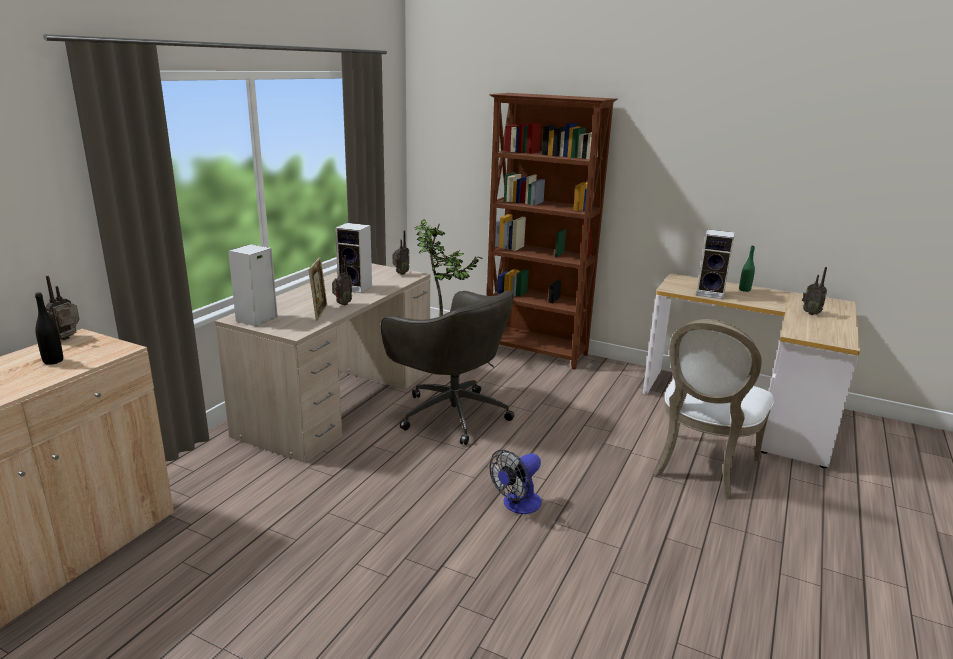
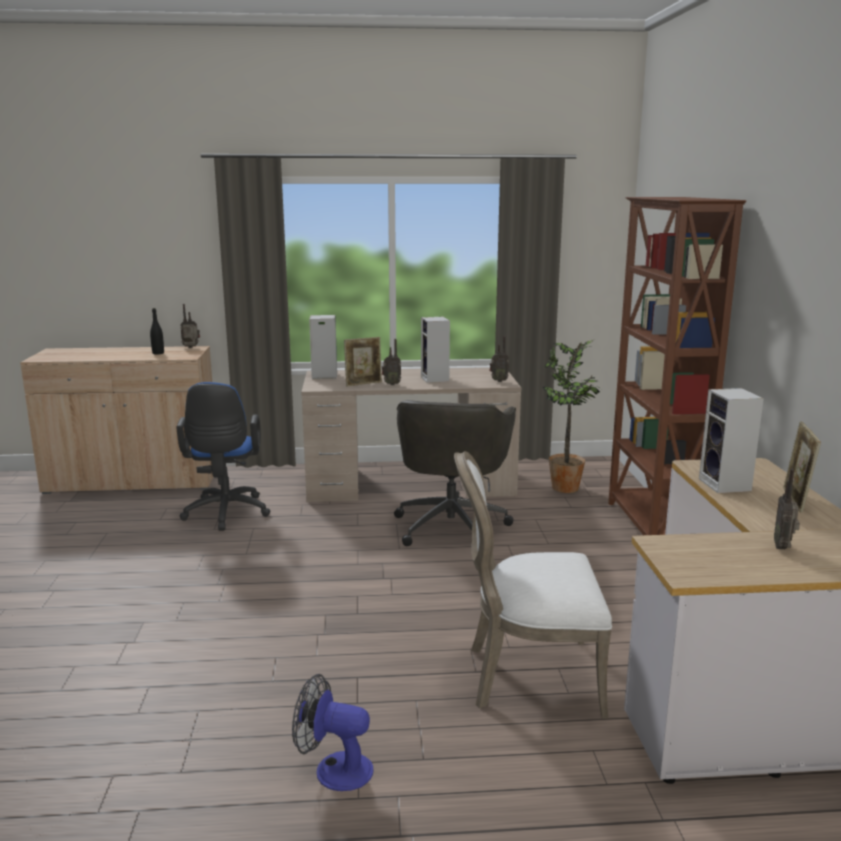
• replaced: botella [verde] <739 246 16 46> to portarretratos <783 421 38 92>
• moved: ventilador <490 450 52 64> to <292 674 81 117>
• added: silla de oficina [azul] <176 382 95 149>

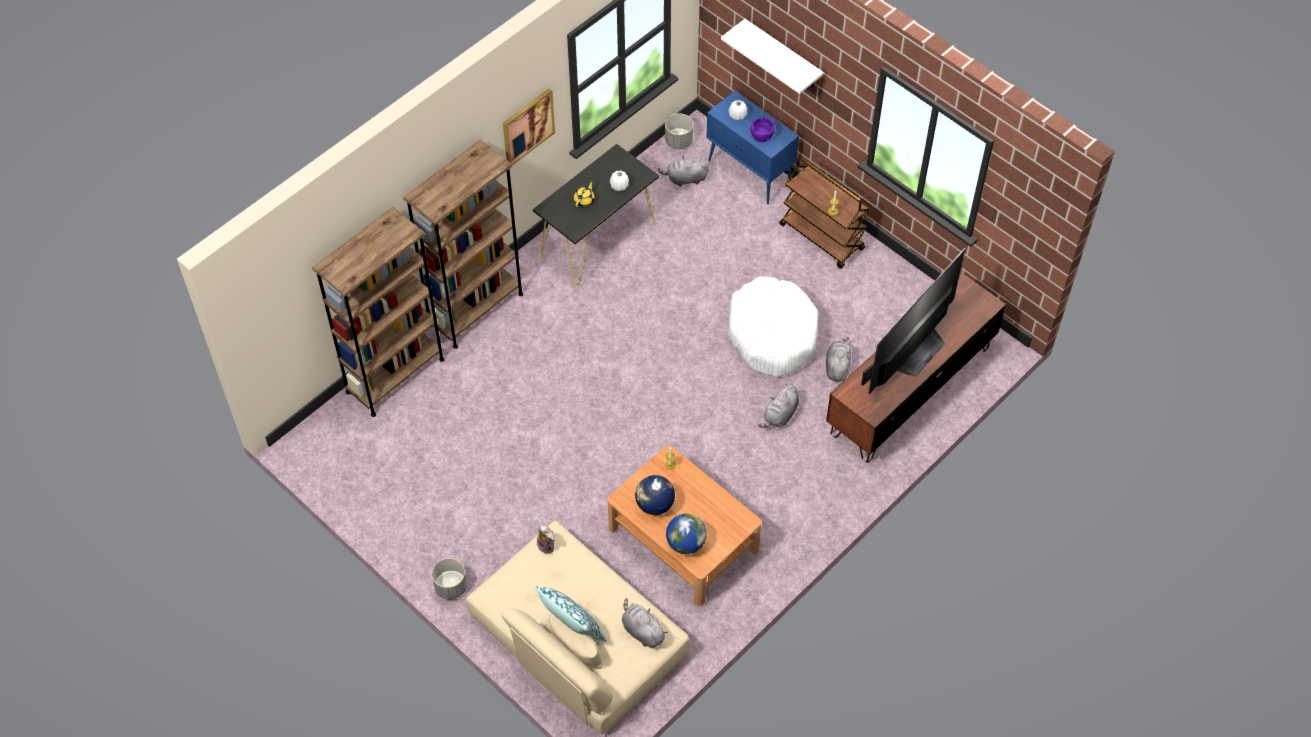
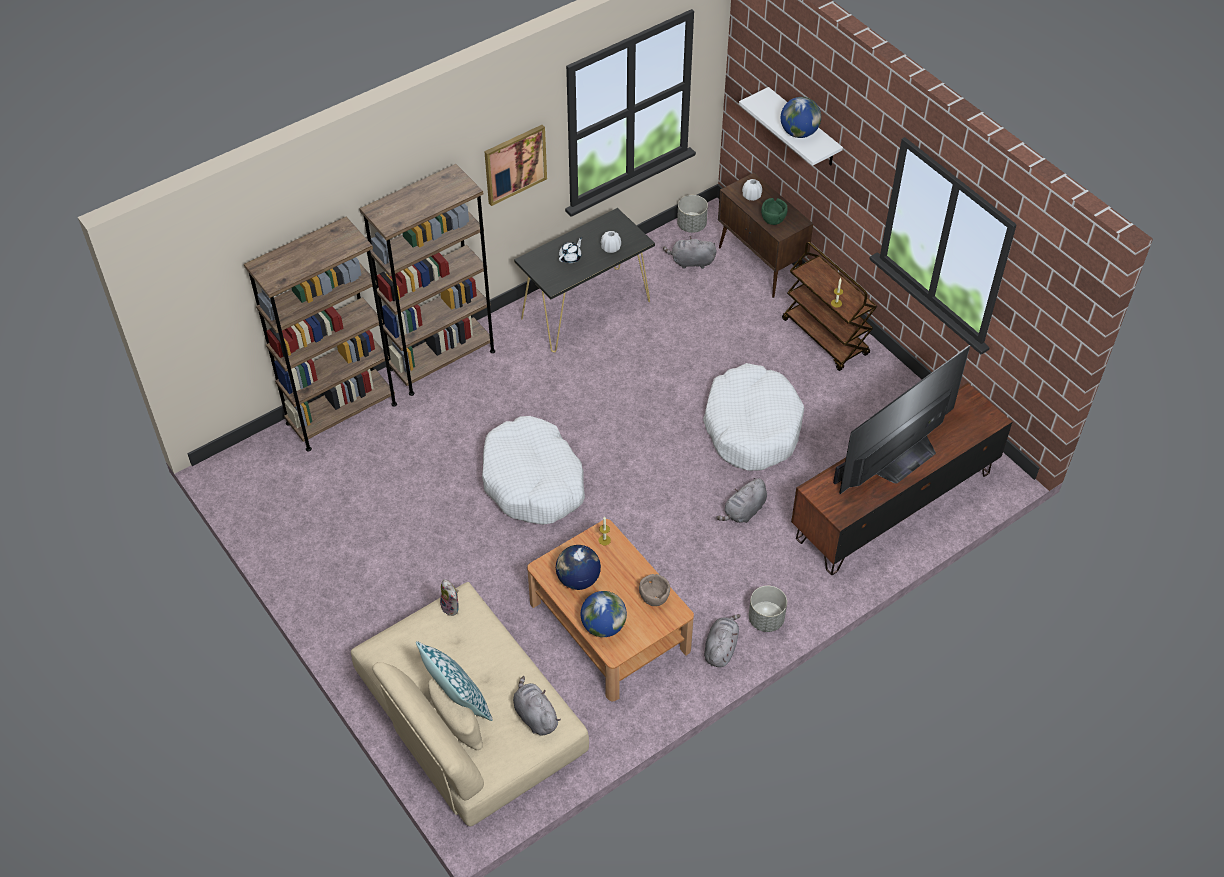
• recoloured: armario [azul] <706 91 93 114> to armario [marrón] <718 173 95 125>
• recoloured: cuenco [morado] <751 117 24 25> to cuenco [verde] <761 198 27 27>
• recoloured: tetera [amarillo] <574 180 21 27> to tetera [blanco] <559 237 23 26>
• moved: peluche [gris] <826 337 26 45> to <704 614 37 53>
• moved: maceta [gris] <432 558 35 42> to <749 586 38 46>
• added: globo terráqueo <781 97 40 41>
• added: cama para perro [blanco] <482 416 103 109>
• added: cuenco [marrón] <639 574 31 32>

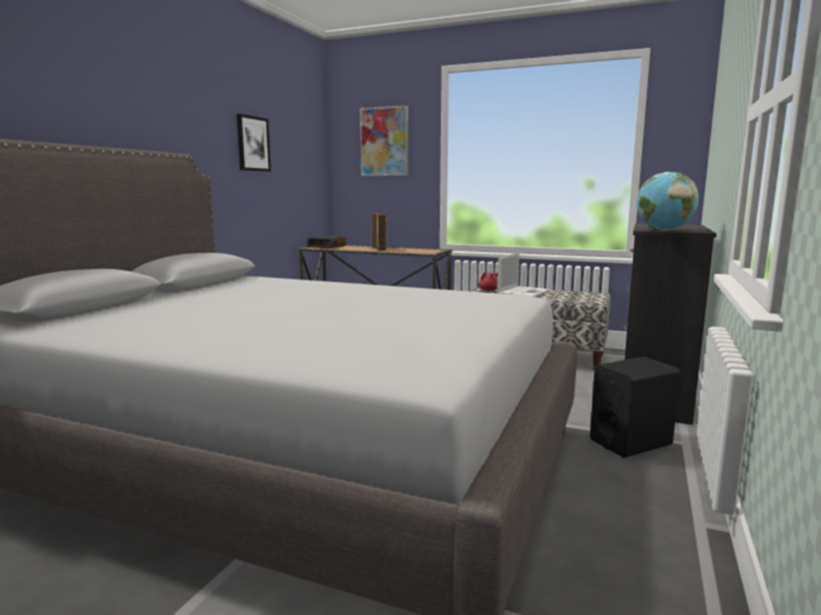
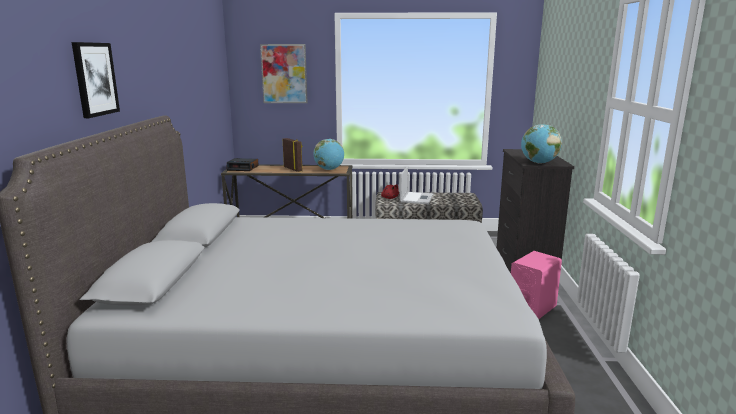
• moved: cuadro <237 114 34 58> to <72 42 48 76>
• recoloured: altavoz [negro] <590 356 90 102> to altavoz [rosa] <511 251 51 68>
• added: globo terráqueo <314 139 30 31>

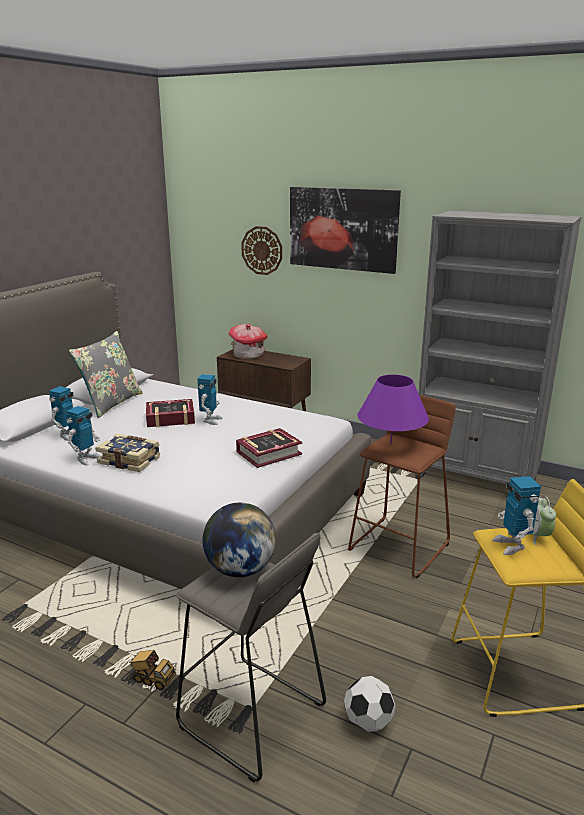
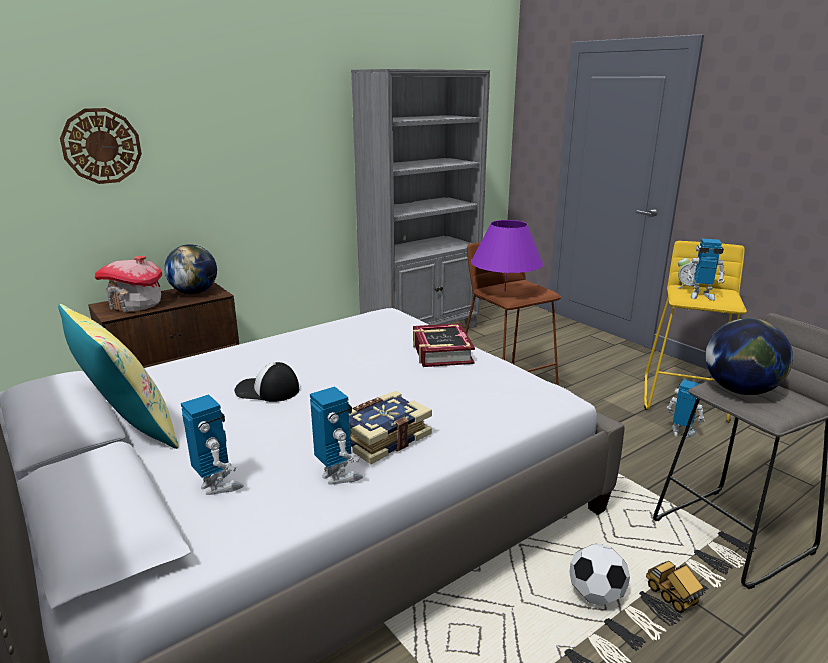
• removed: cuadro <290 187 111 87>
• recoloured: cojín [gris] <69 331 74 87> to cojín [amarillo] <58 304 121 145>
• moved: robot de juguete <197 374 26 51> to <667 380 38 58>
• replaced: libro <146 399 49 28> to gorra <234 362 65 40>
• turned: camión de juguete <129 650 47 40> = <646 561 59 52> 75 degrees counterclockwise
• moved: balón de fútbol <344 676 52 56> to <569 544 61 62>
• added: globo terráqueo <164 245 53 49>

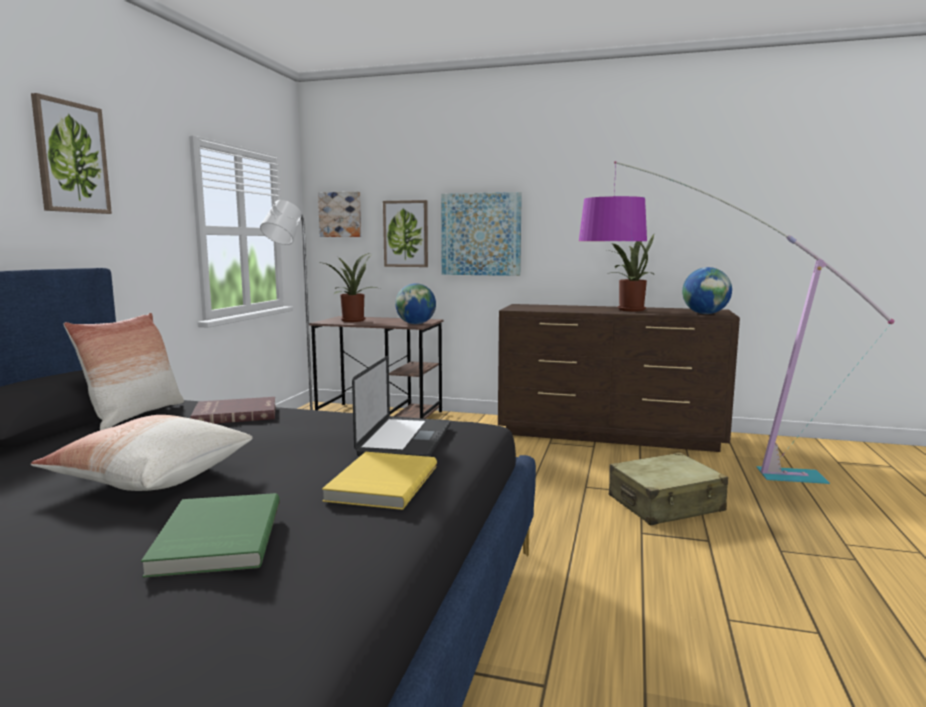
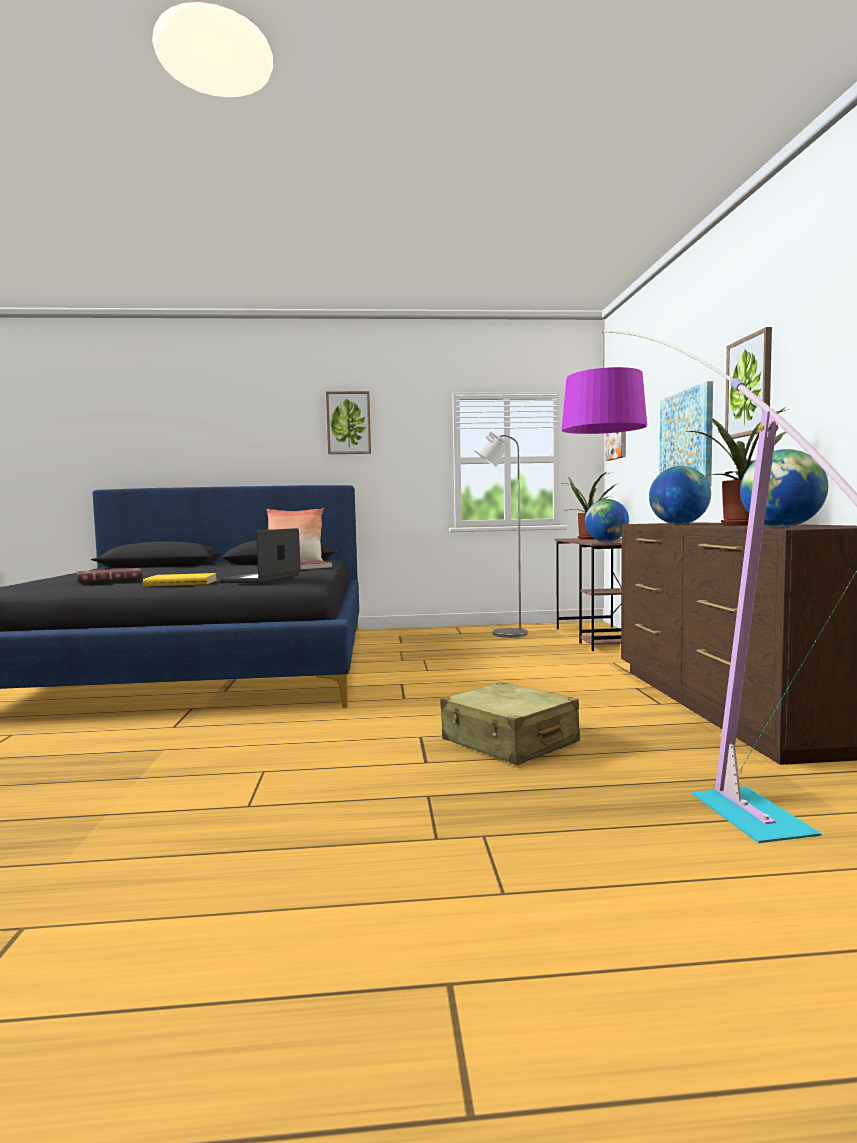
• moved: cuadro <383 200 45 67> to <725 327 47 112>
• turned: portátil <352 356 98 101> = <219 528 82 55> 120 degrees clockwise
• removed: cojín <31 415 221 76>
• recoloured: libro [verde] <141 493 139 85> to libro [rojo] <76 568 66 13>
• added: globo terráqueo <649 466 62 59>

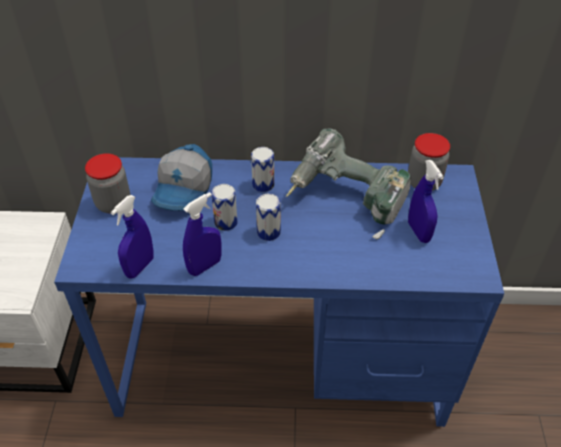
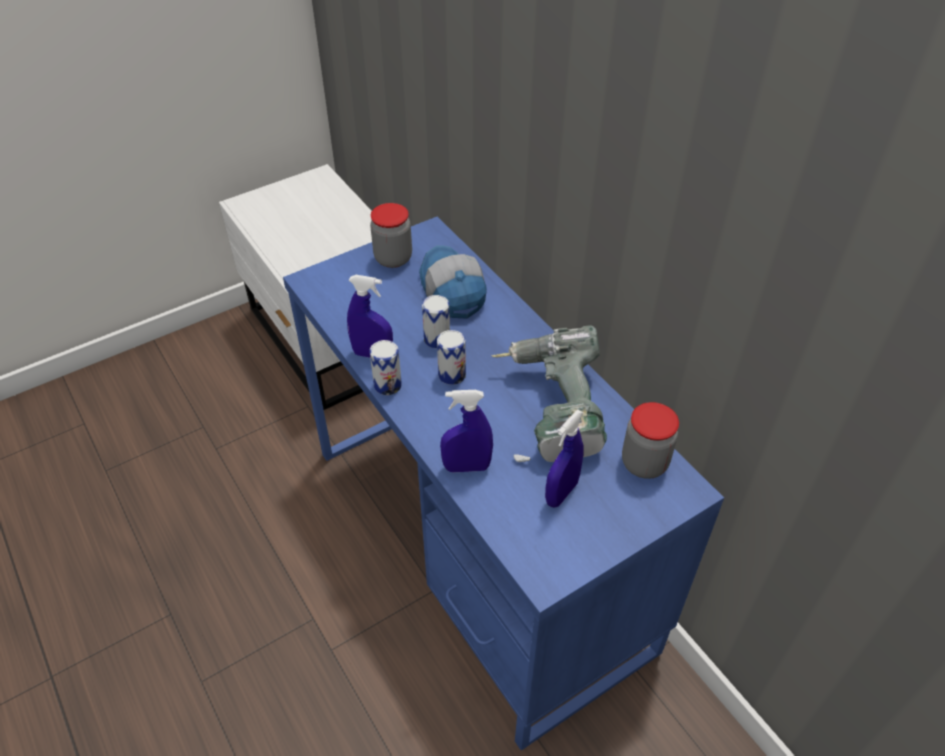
• turned: gorra <151 144 61 67> = <419 245 68 74> 90 degrees clockwise
• moved: lata <251 147 23 45> to <370 340 32 55>
• moved: pulverizador [azul] <111 195 43 84> to <440 390 53 82>

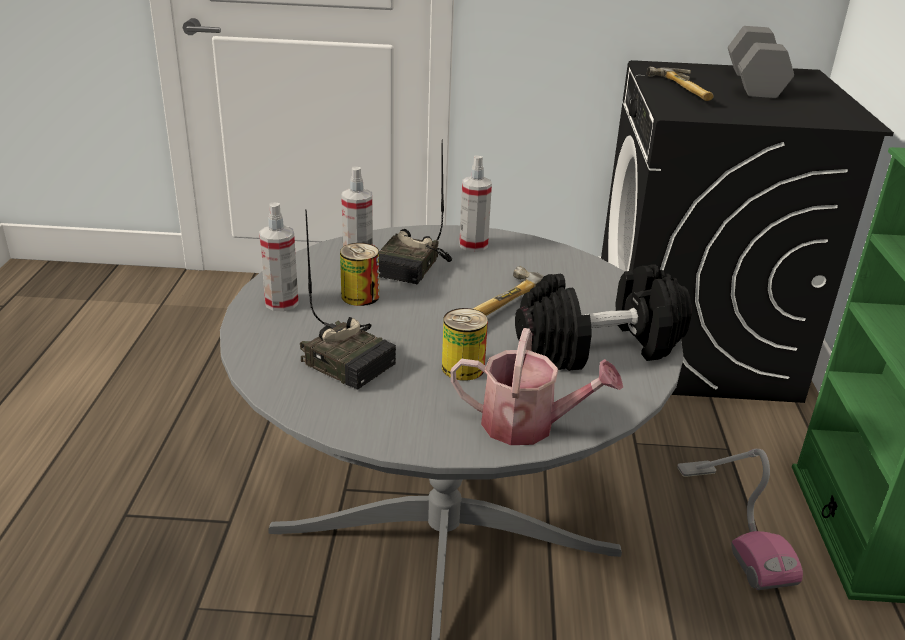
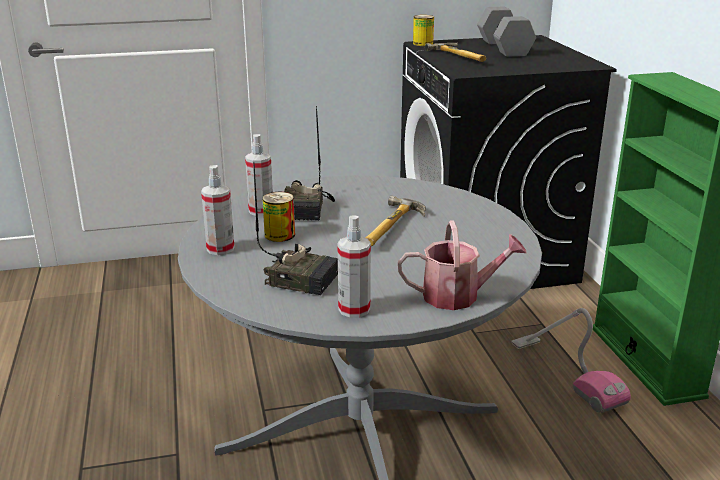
• moved: pulverizador <459 155 33 97> to <338 216 33 102>
• removed: mancuerna [negro] <515 264 177 107>
• moved: lata <442 308 46 73> to <413 15 21 31>

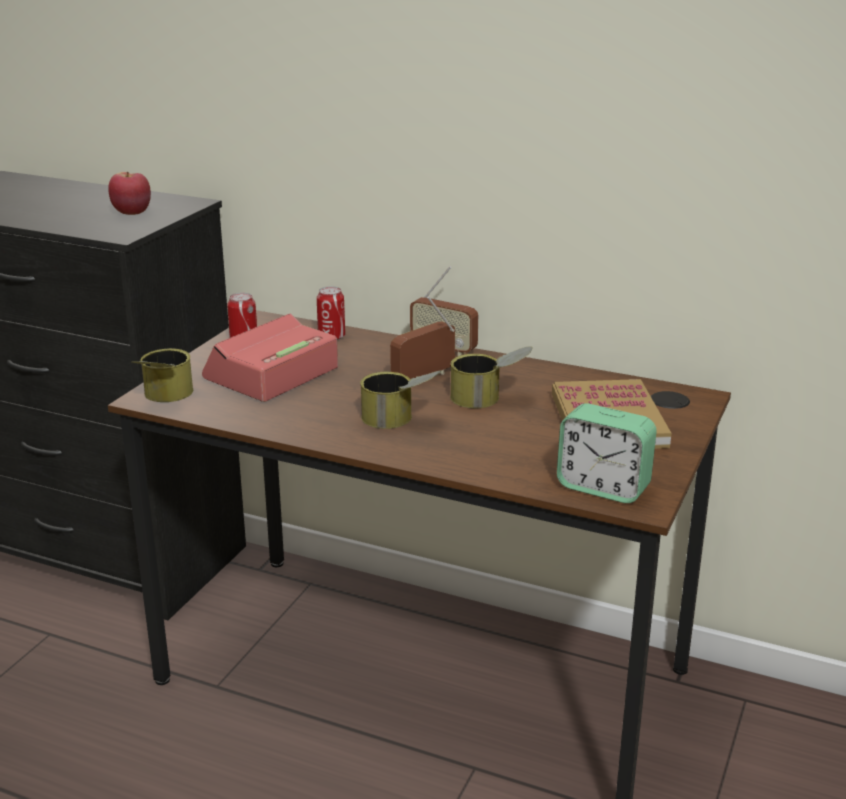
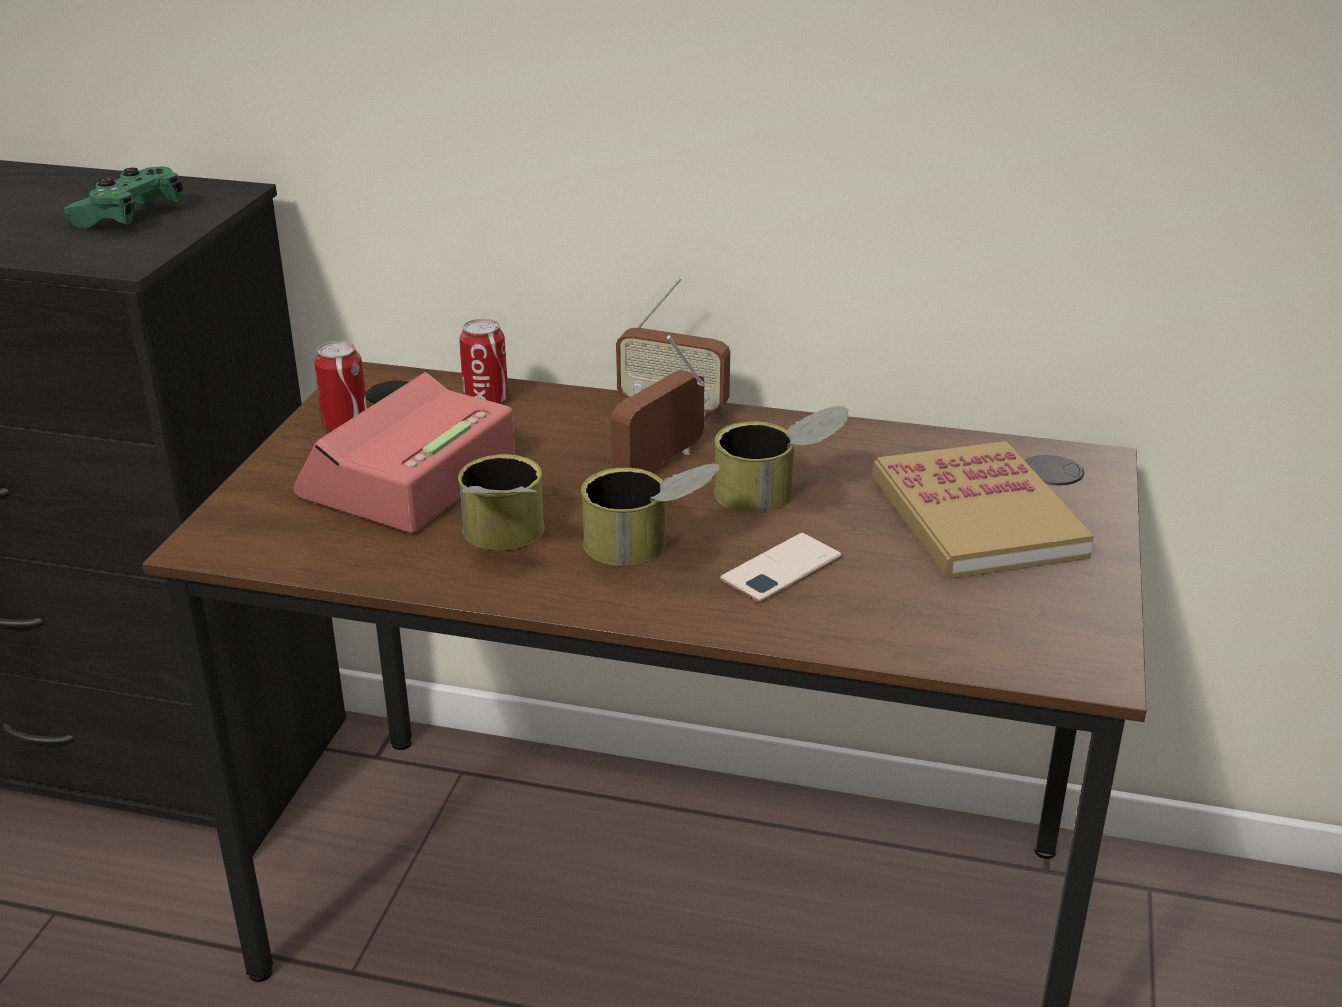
• replaced: manzana <108 172 43 43> to mando de consola [verde] <64 166 119 63>
• moved: lata <132 348 61 54> to <458 454 87 97>
• removed: despertador <557 403 100 100>
• added: móvil <720 533 123 70>

